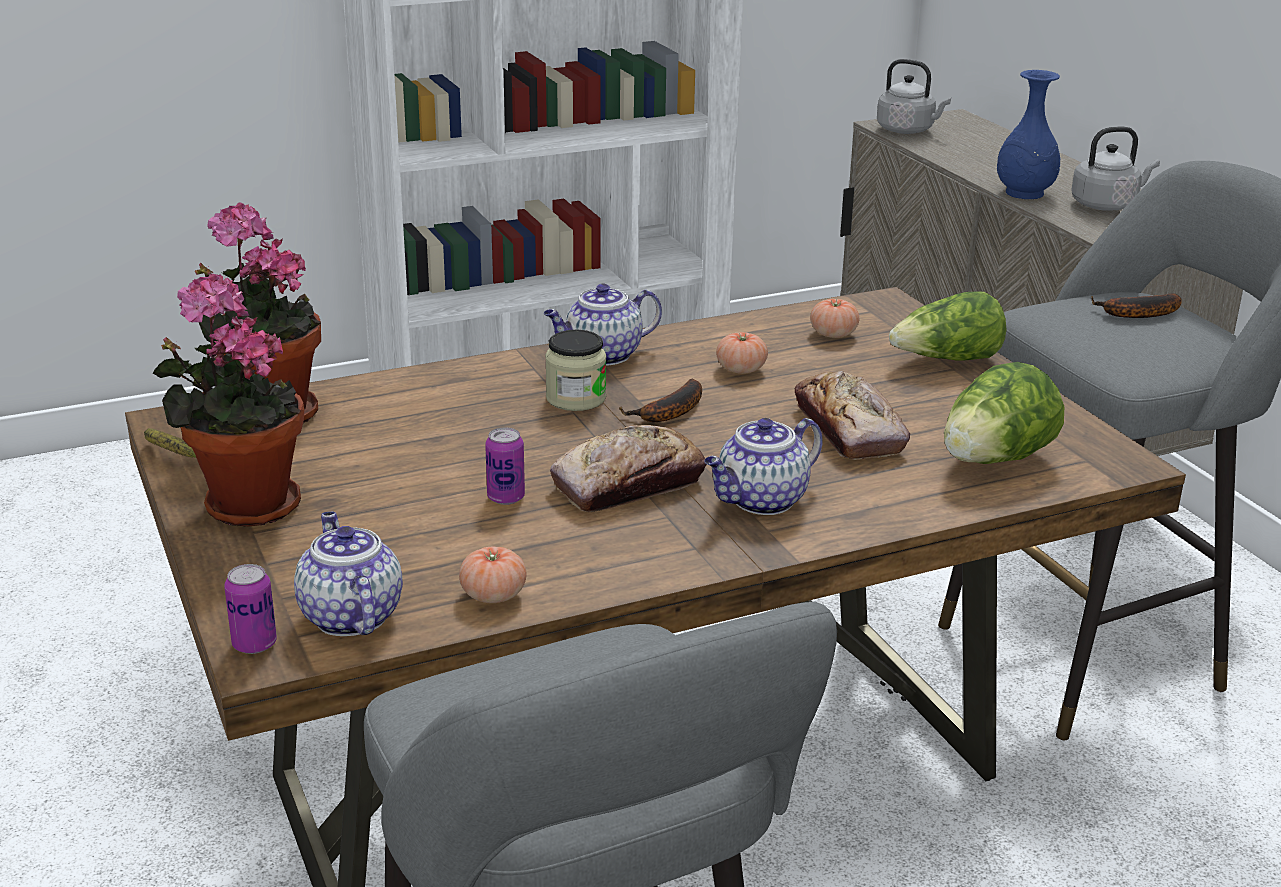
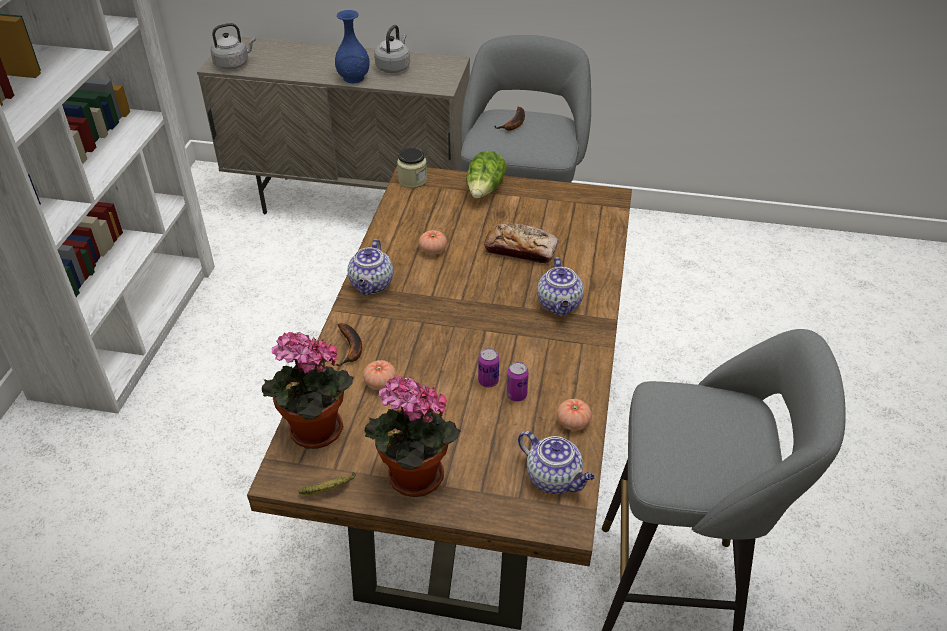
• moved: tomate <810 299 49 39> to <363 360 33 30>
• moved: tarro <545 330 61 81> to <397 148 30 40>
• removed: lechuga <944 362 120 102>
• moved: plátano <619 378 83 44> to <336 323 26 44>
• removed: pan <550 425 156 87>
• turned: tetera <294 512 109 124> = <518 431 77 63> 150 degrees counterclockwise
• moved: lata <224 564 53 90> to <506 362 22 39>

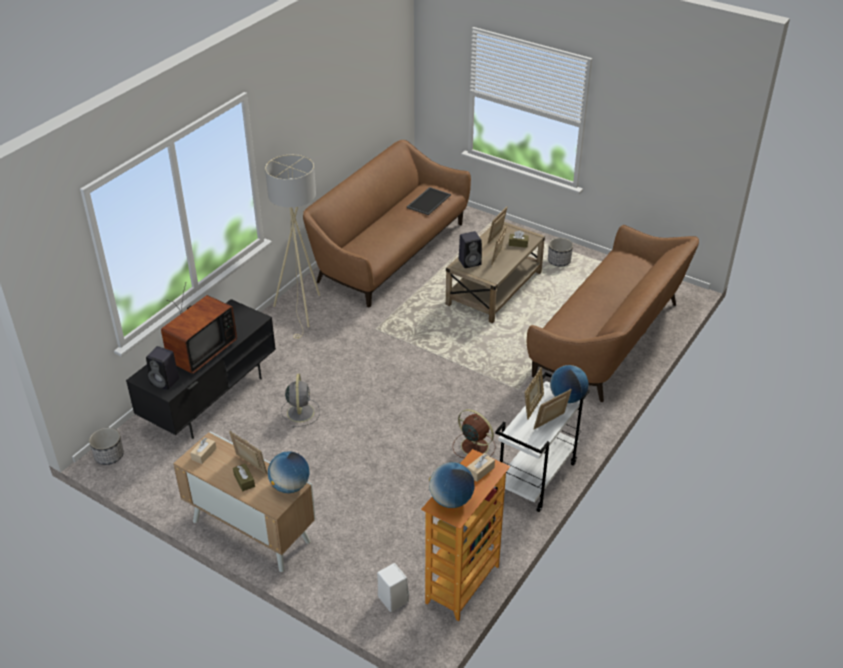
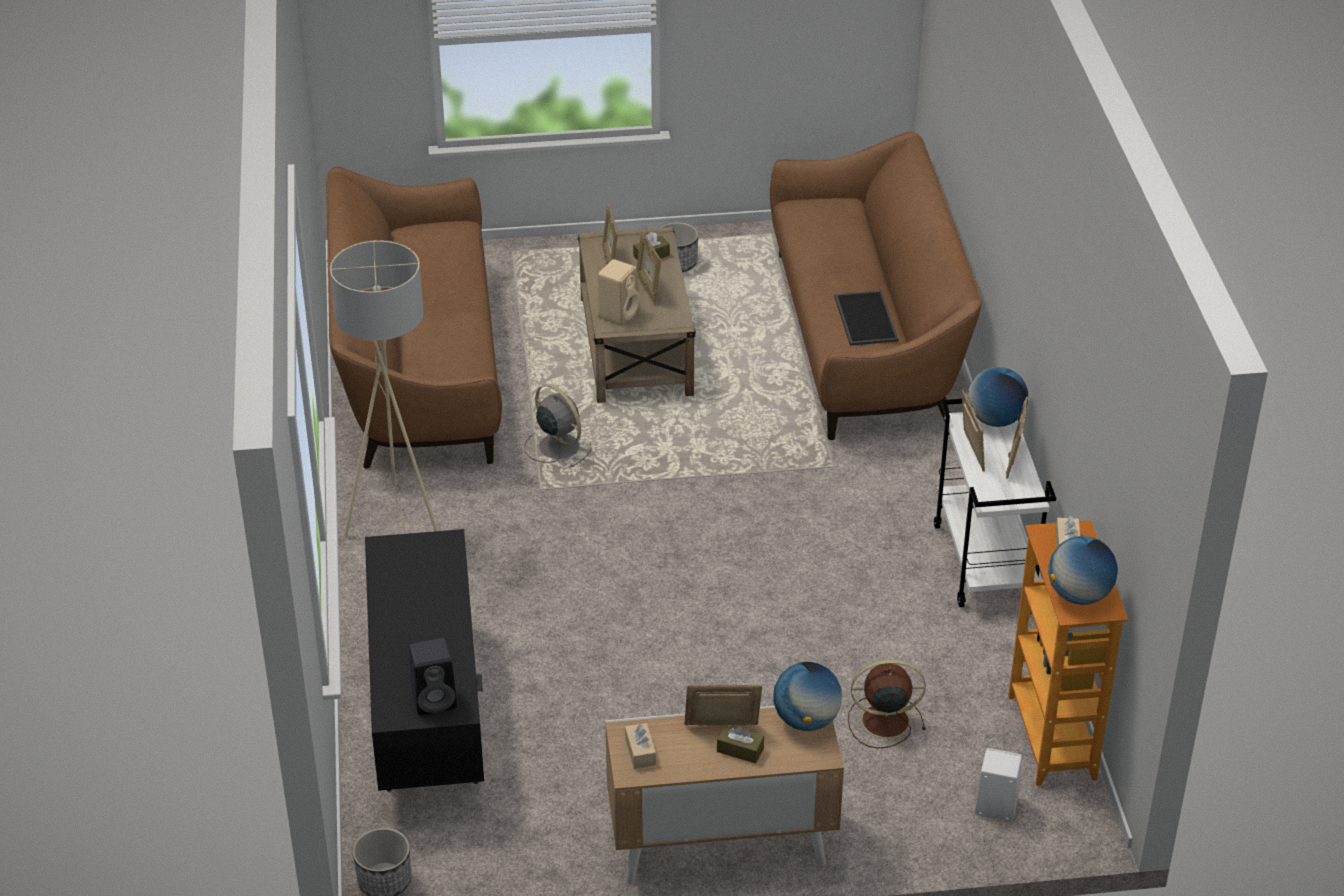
• moved: bandeja <407 187 44 28> to <834 290 64 56>
• recoloured: altavoz [negro] <459 231 23 37> to altavoz [beis] <598 259 42 67>
• removed: televisor <161 283 76 91>
• moved: ventilador [gris] <281 374 39 54> to <524 384 67 84>
• moved: ventilador [marrón] <453 409 43 49> to <848 660 78 88>

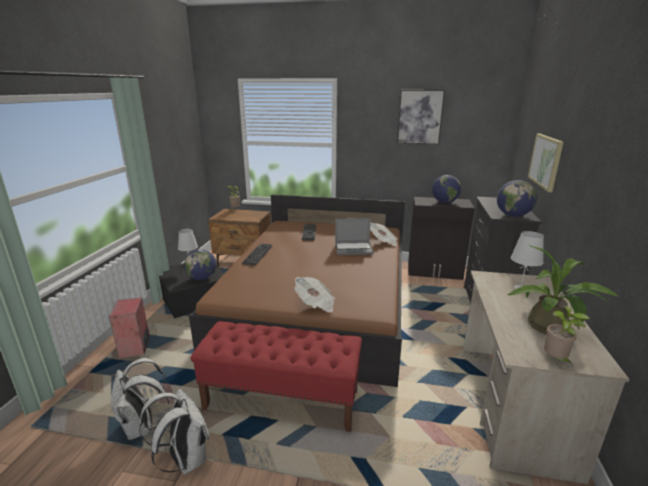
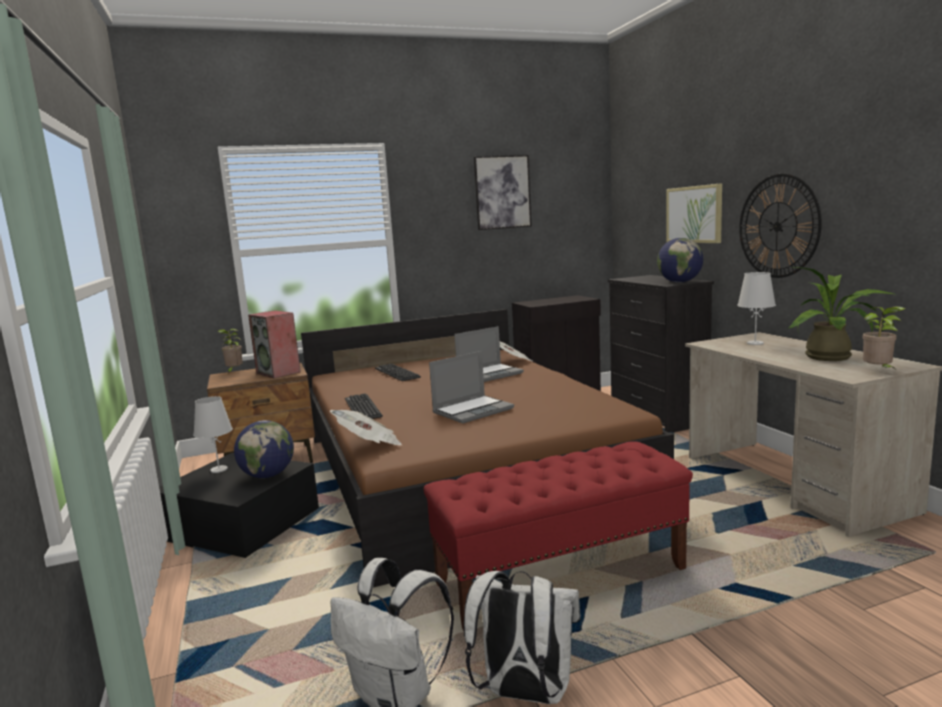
• removed: globo terráqueo <432 175 29 28>
• moved: periódico <294 277 41 35> to <330 410 72 35>
• moved: altavoz <109 297 41 61> to <248 310 53 68>
• added: reloj de pared <739 174 83 104>
• added: portátil <429 351 85 72>

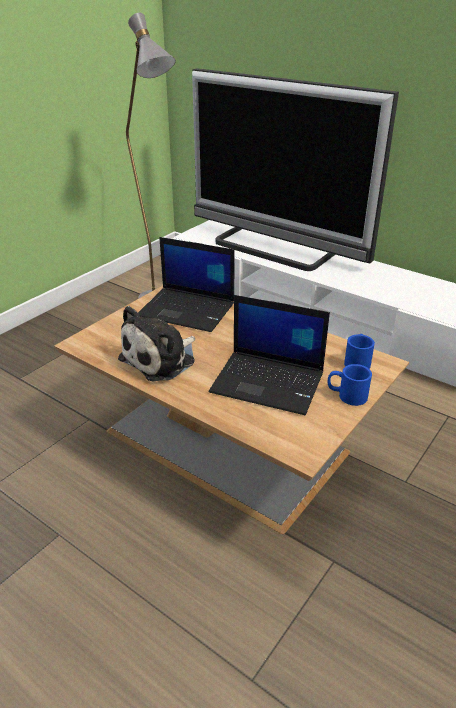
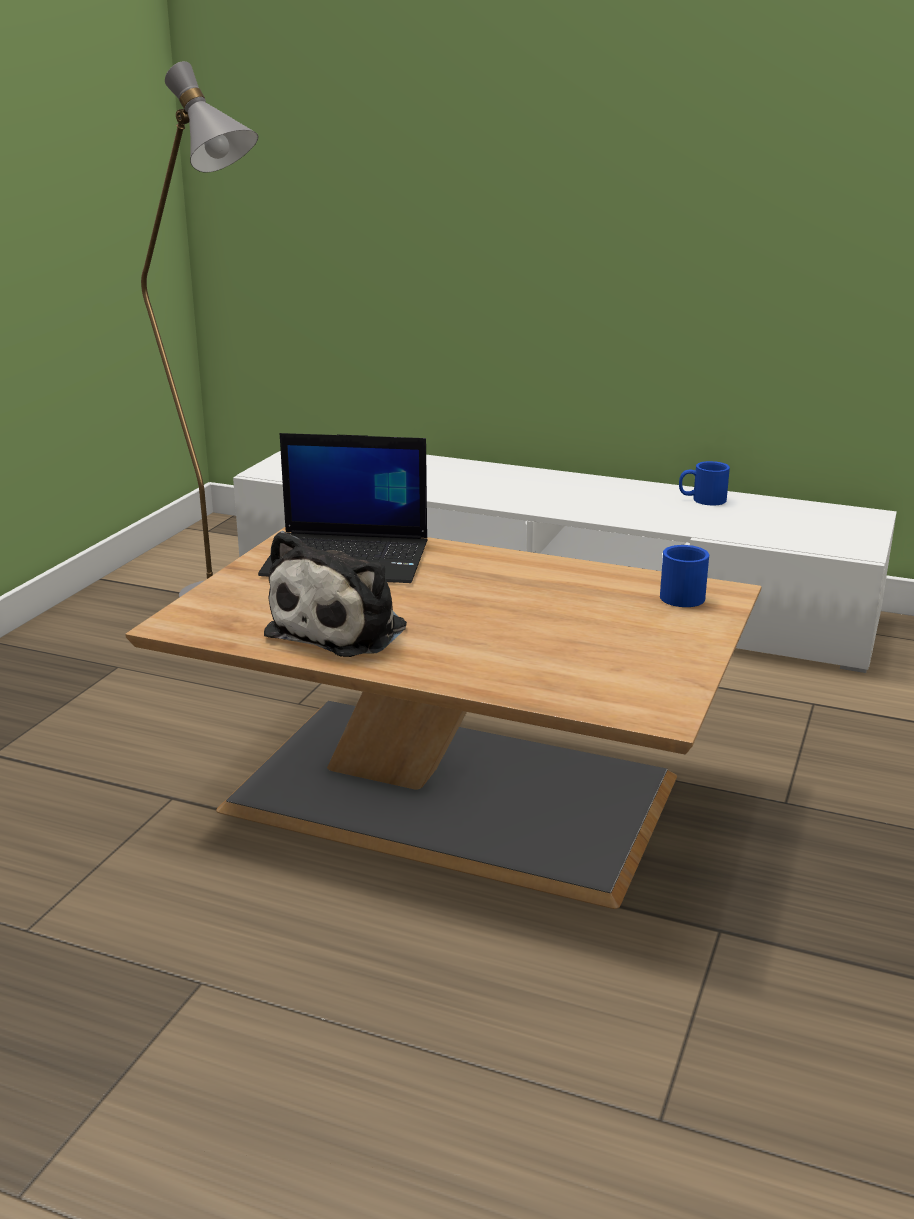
• removed: televisor <192 68 207 203>
• removed: portátil <209 295 121 120>
• moved: taza grande [azul] <328 364 44 42> to <679 461 51 44>

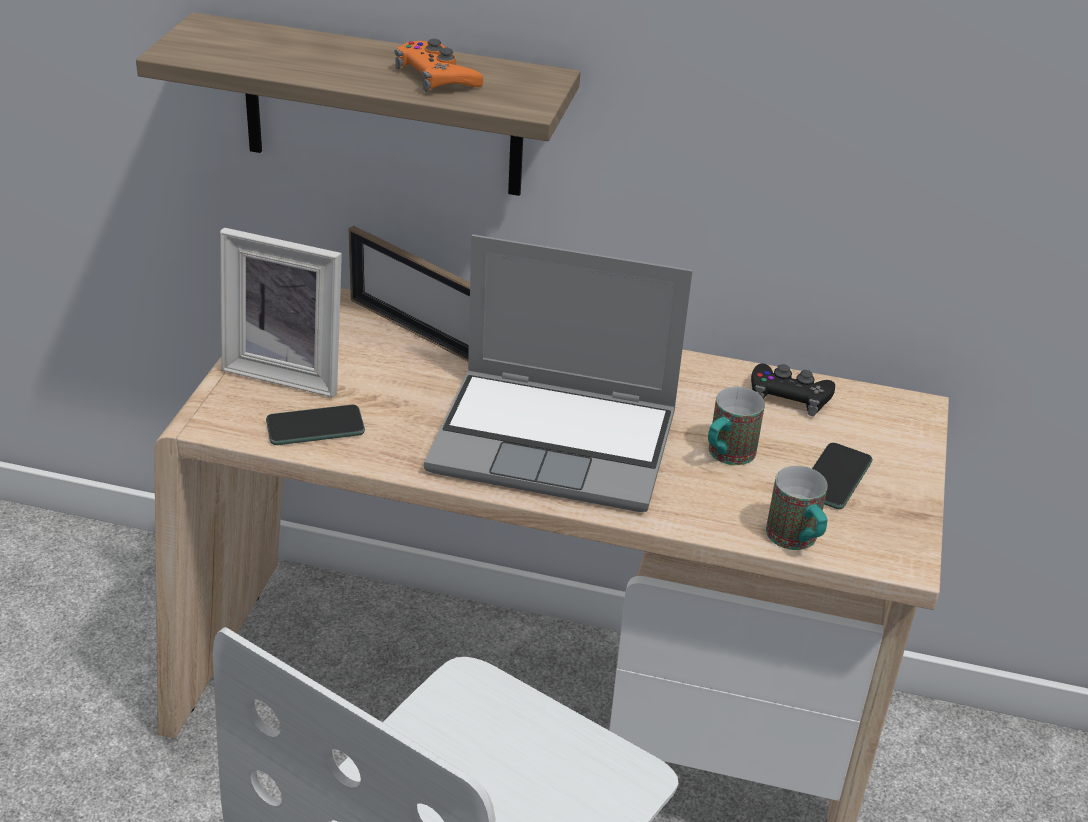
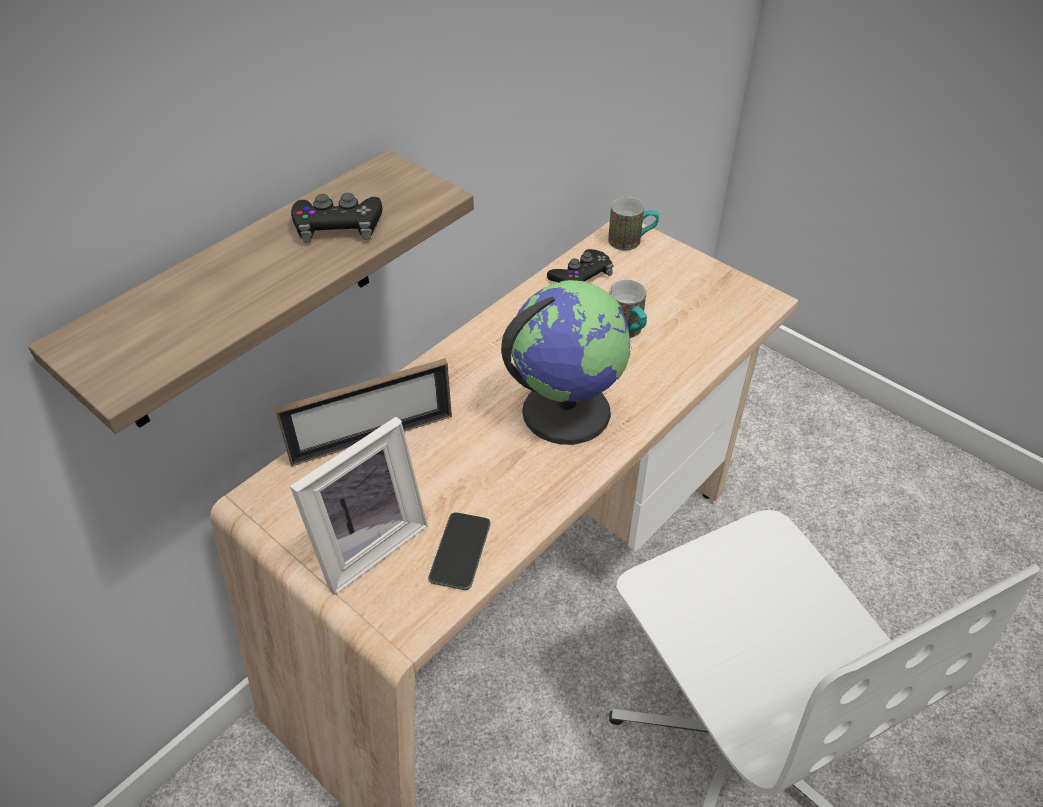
• recoloured: mando de consola [naranja] <394 39 89 52> to mando de consola [negro] <291 193 91 50>
• replaced: portátil <424 235 269 277> to globo terráqueo <501 280 131 165>
• removed: móvil <812 443 61 66>
• moved: taza grande <766 466 62 84> to <608 197 51 54>

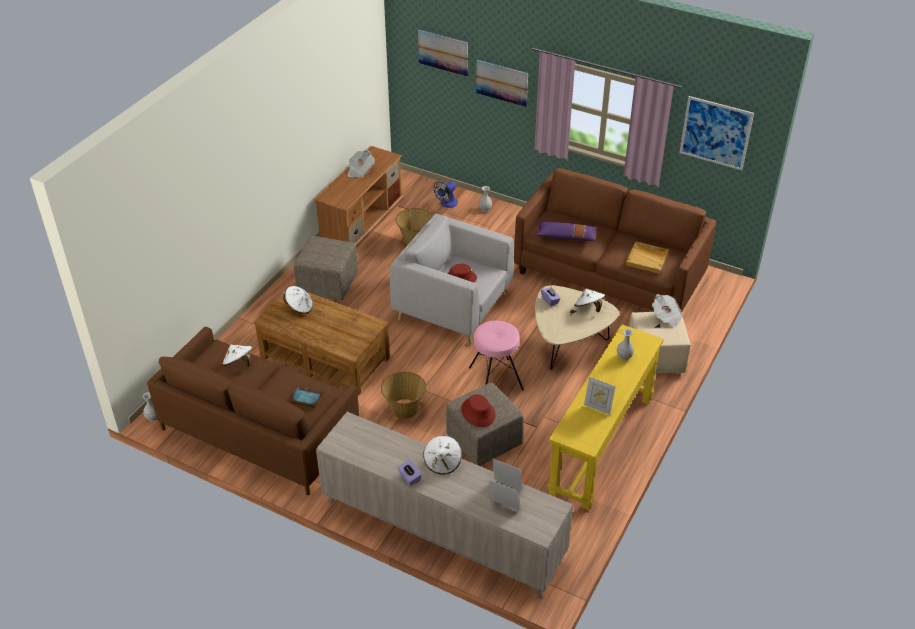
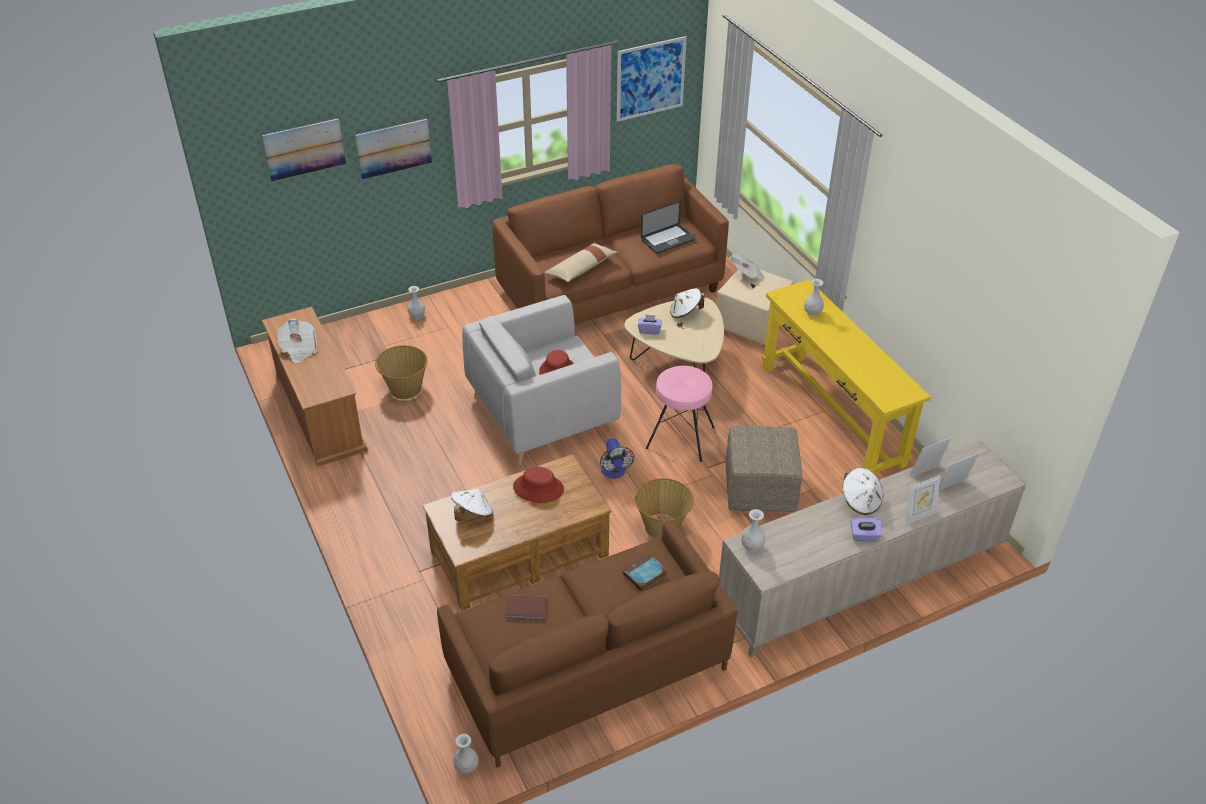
• moved: ventilador <434 182 24 26> to <600 438 35 40>
• recoloured: cojín [morado] <537 222 60 19> to cojín [beis] <544 243 73 39>
• removed: puf [beis] <294 236 64 65>
• replaced: bandeja [beis] <626 241 43 33> to portátil <641 201 54 53>
• replaced: sombrero [blanco] <222 345 30 22> to libro [marrón] <505 595 42 25>
• moved: portarretratos <584 376 32 39> to <906 475 34 49>
• moved: sombrero [rojo] <461 394 35 33> to <513 467 51 36>
• added: florero [blanco] <741 509 24 43>

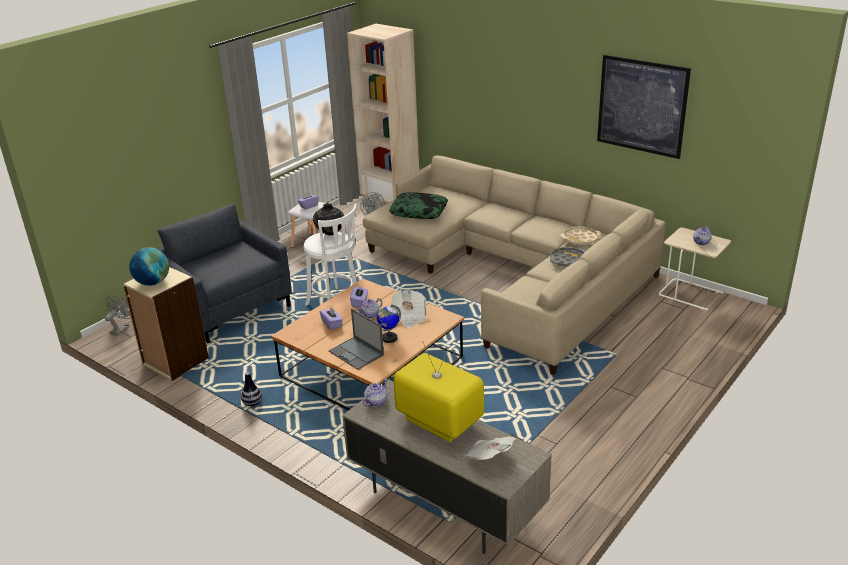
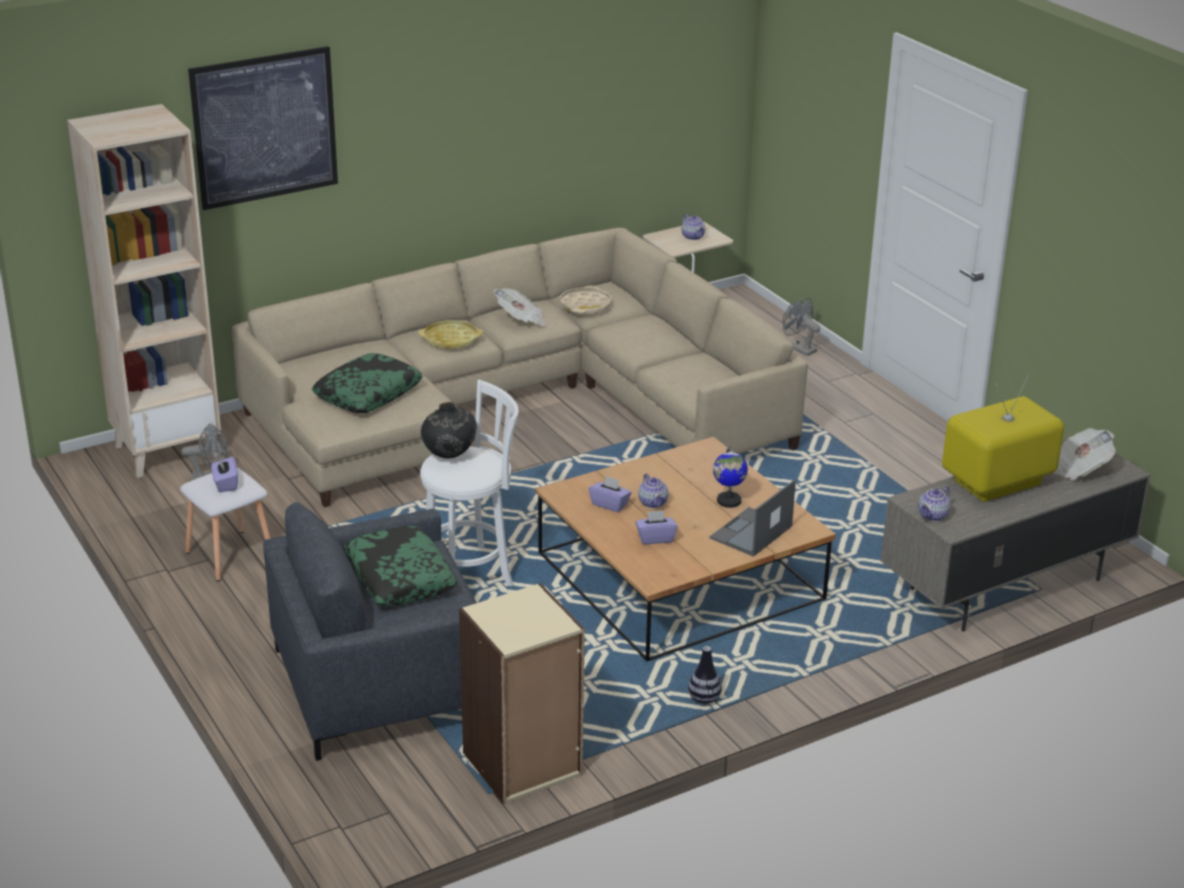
• moved: cuadro <597 55 94 104> to <188 46 150 164>
• removed: globo terráqueo <129 247 40 39>
• removed: bandeja [gris] <550 247 36 20>
• moved: periódico <391 288 36 40> to <493 288 52 38>
• moved: ventilador [gris] <105 295 26 41> to <783 298 37 58>
• turned: portátil <329 309 55 61> = <710 480 86 77> 150 degrees clockwise
• turned: tetera <363 379 24 28> = <918 486 33 35> 105 degrees counterclockwise
• added: bandeja [amarillo] <418 320 65 29>
• added: cojín <343 526 114 80>

